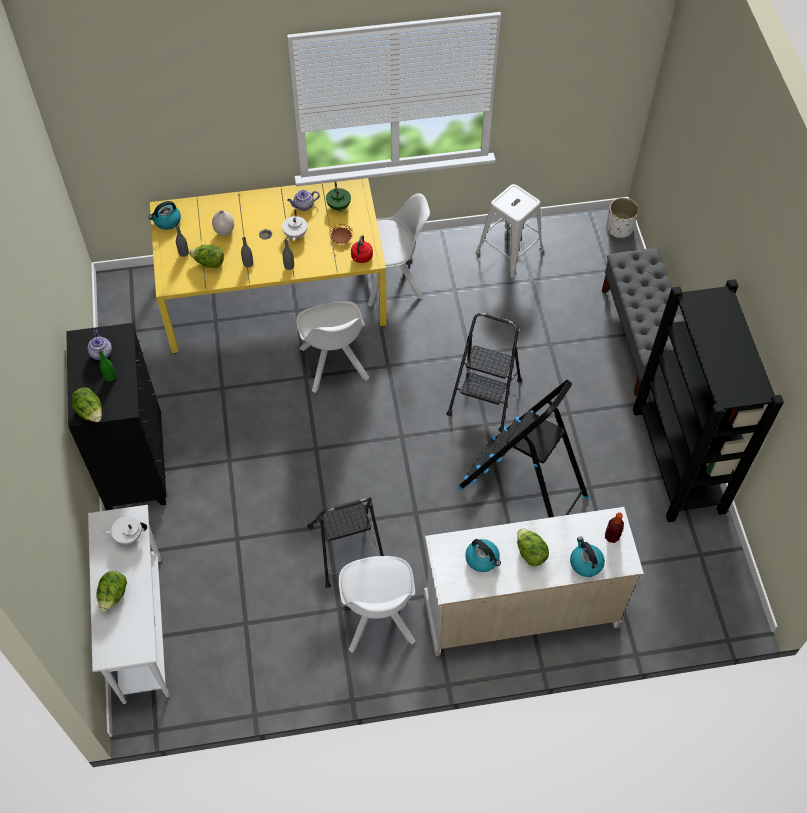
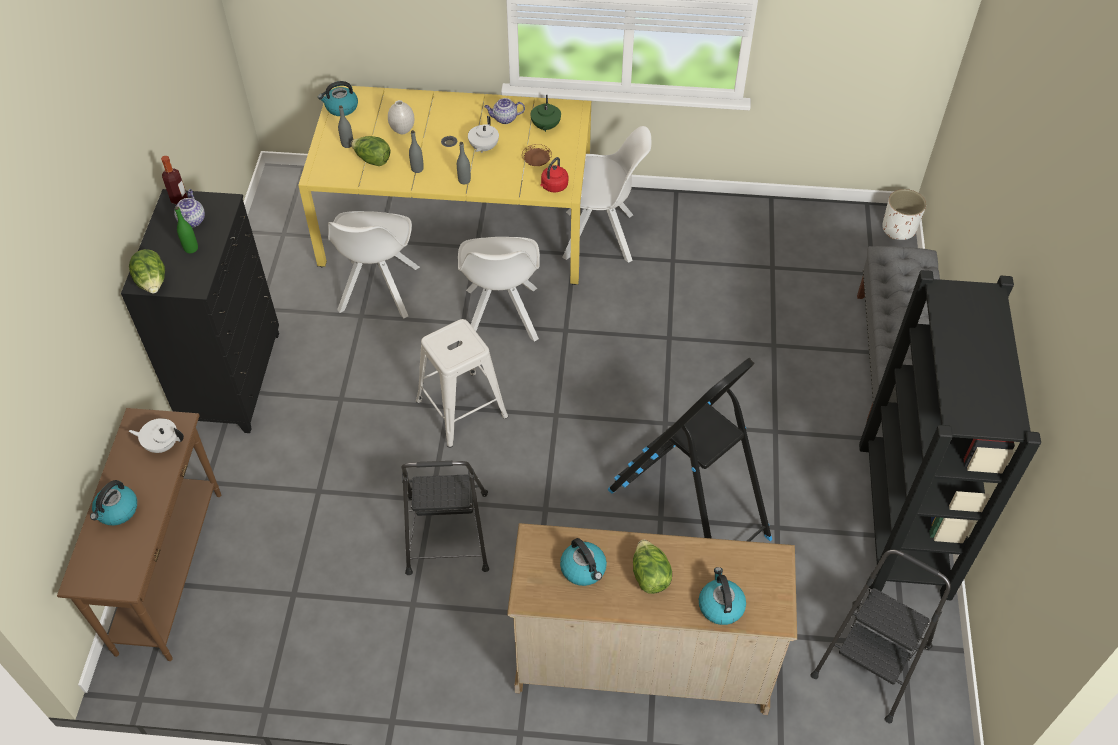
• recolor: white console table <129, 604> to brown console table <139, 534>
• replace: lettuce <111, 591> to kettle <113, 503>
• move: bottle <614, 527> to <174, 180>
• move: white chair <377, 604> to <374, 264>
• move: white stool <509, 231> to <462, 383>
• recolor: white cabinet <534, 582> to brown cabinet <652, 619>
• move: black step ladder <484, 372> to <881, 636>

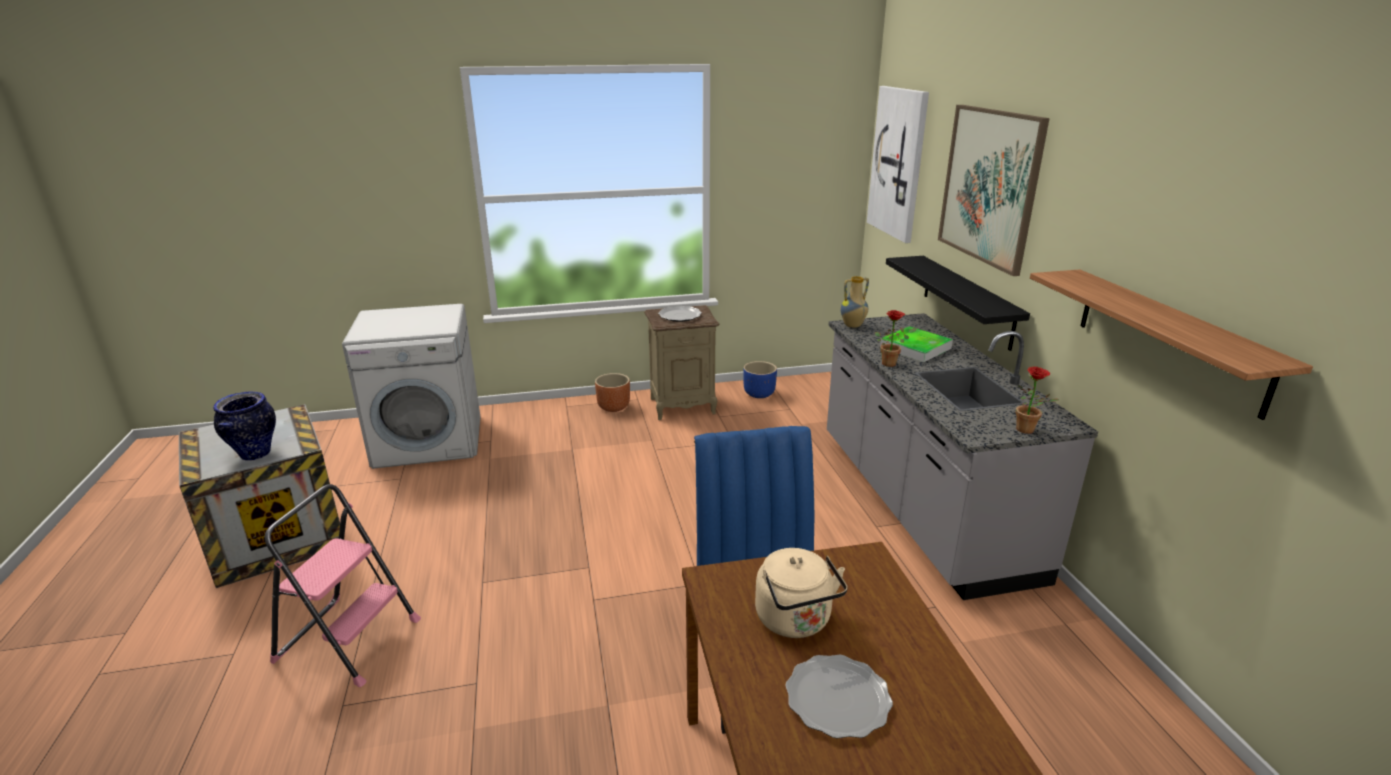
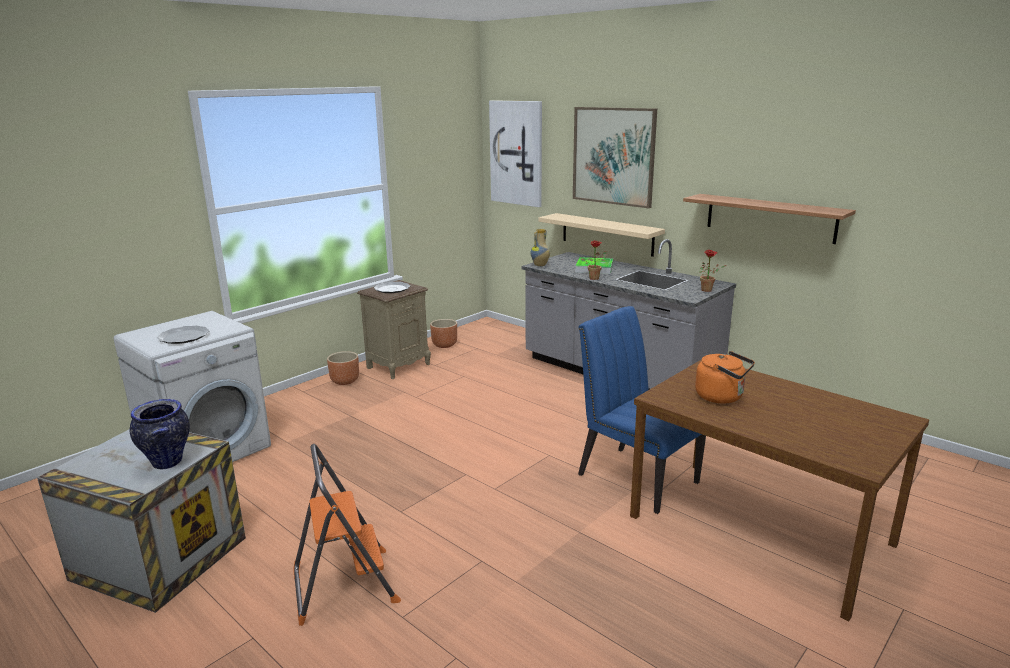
• move: plate <839, 696> to <183, 335>
• recolor: pink step ladder <343, 585> to orange step ladder <347, 535>
• recolor: blue planter <760, 379> to brown planter <443, 333>
• recolor: black shelf <958, 303> to beige shelf <601, 235>
• recolor: beige kettle <801, 593> to orange kettle <725, 377>

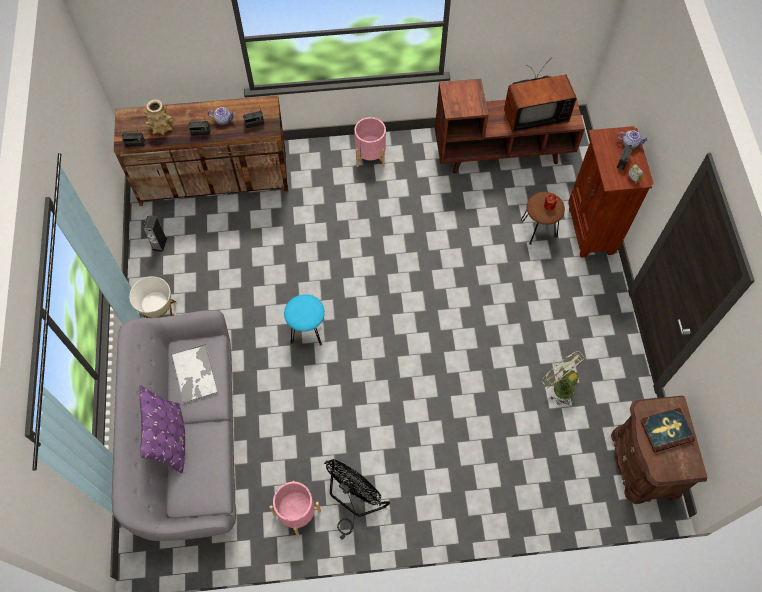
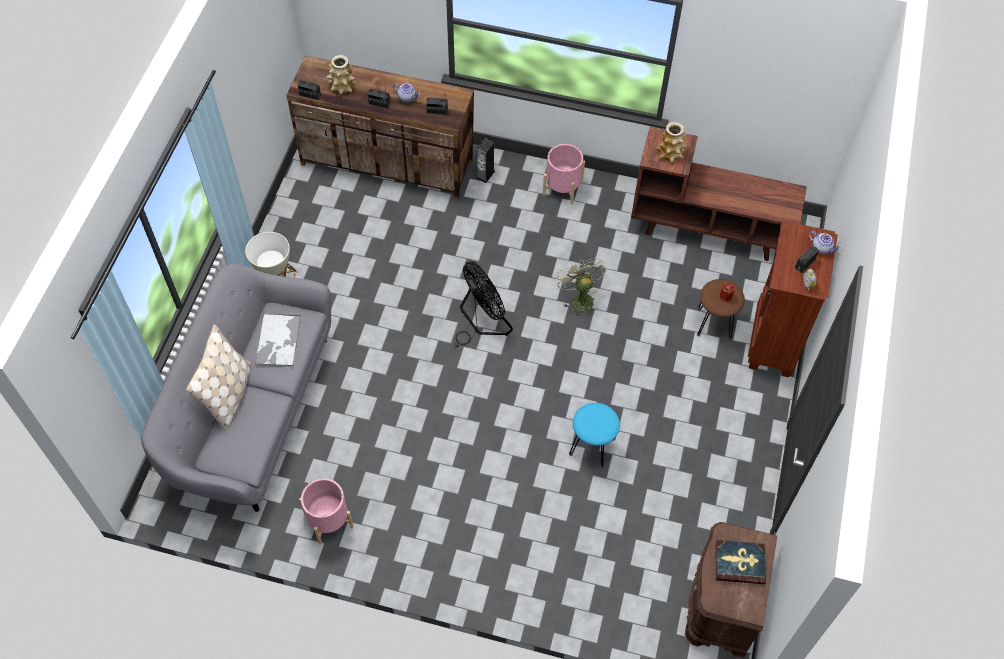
• recolor: purple pillow <162, 429> to beige pillow <218, 377>
• move: black fan <357, 499> to <483, 305>
• move: speaker <155, 233> to <485, 160>
• move: green fan <563, 378> to <581, 287>
• move: turquoise stool <304, 320> to <594, 435>
• insert: vase <671, 142>
• delete: television <540, 95>

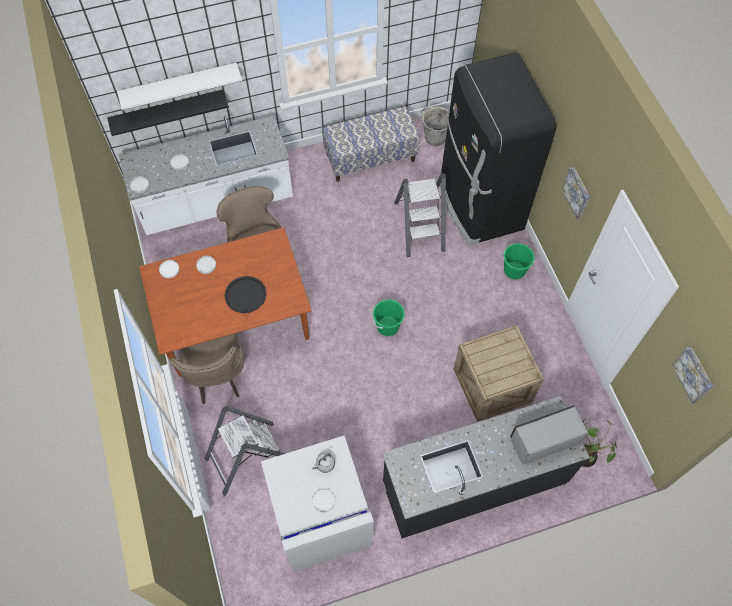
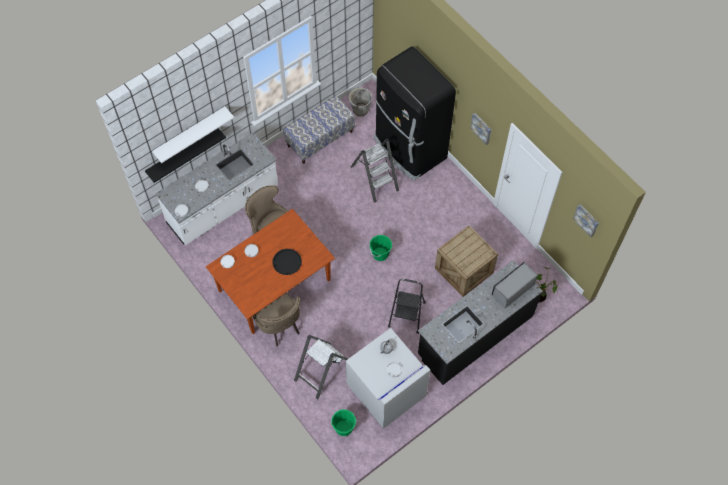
• move: green bucket <519, 261> to <343, 423>
• insert: black step ladder <407, 306>

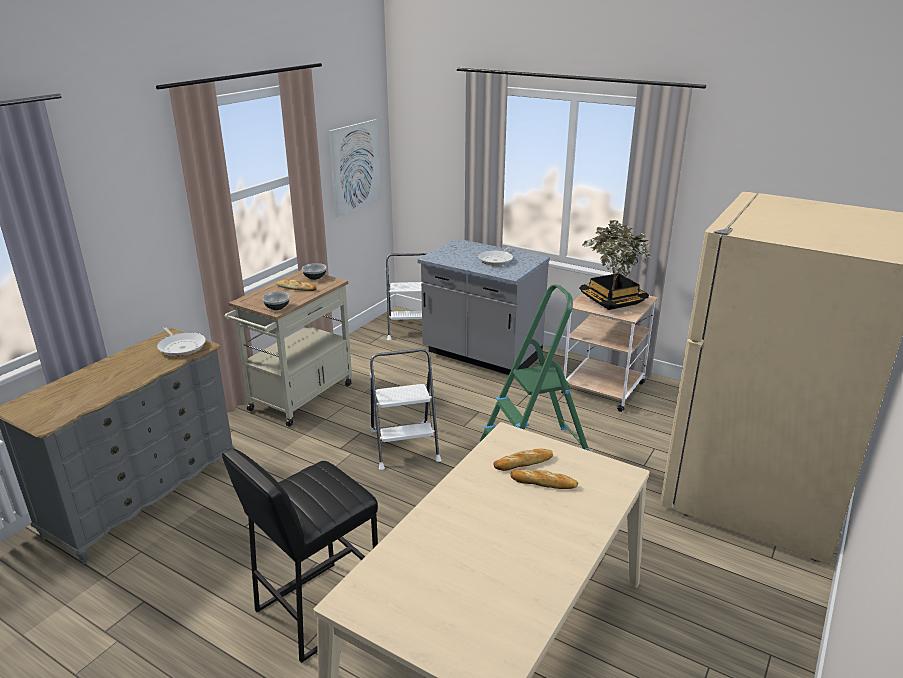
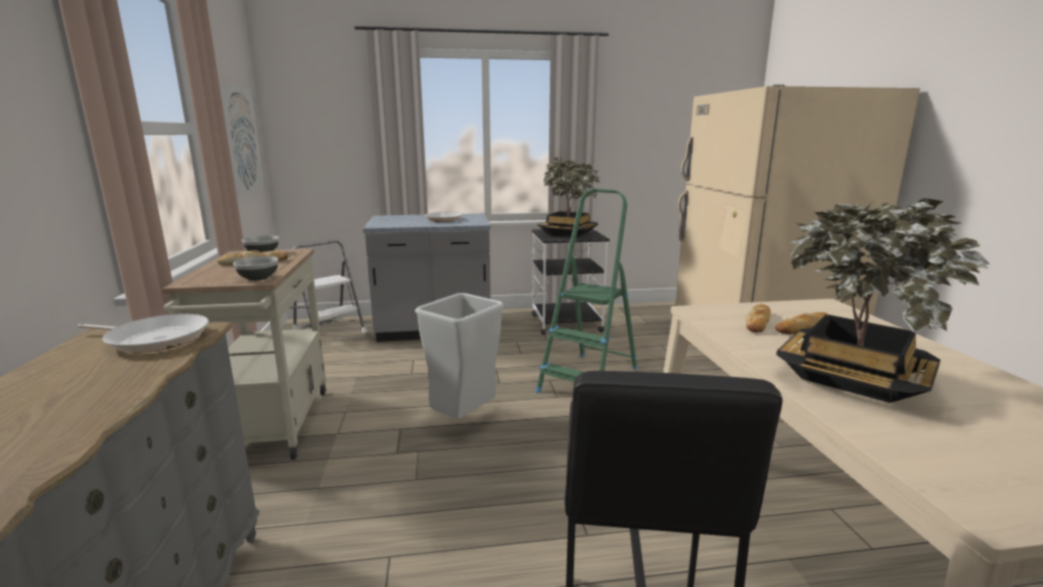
• replace: white step ladder <405, 409> to grey trash can <459, 355>
• recolor: beige cart <609, 352> to black cart <571, 282>
• insert: potted plant <883, 300>

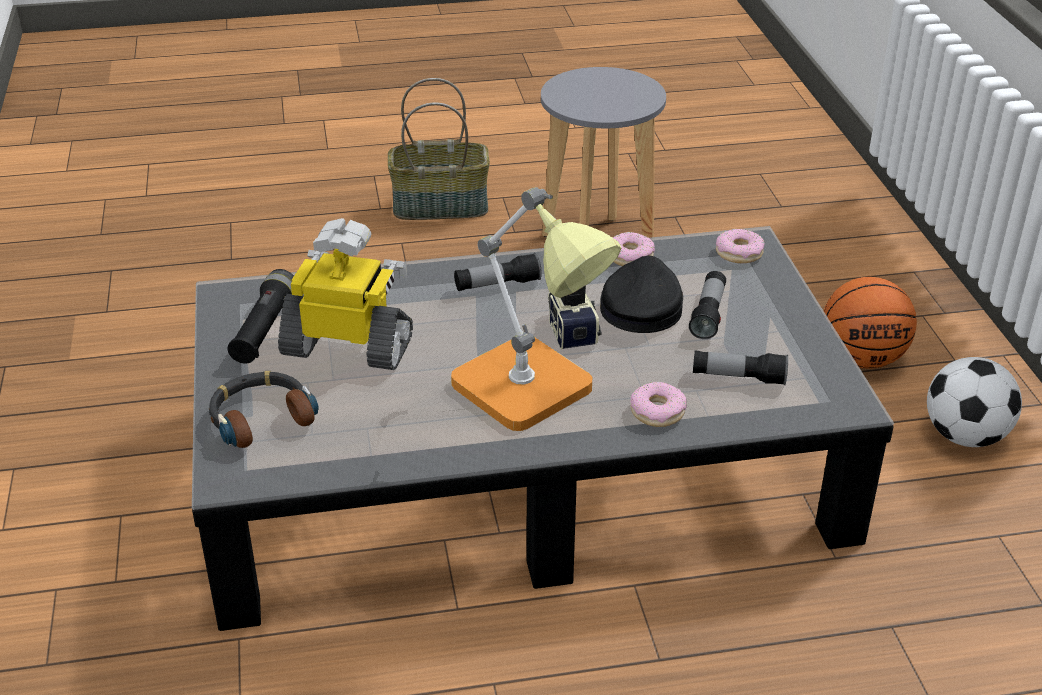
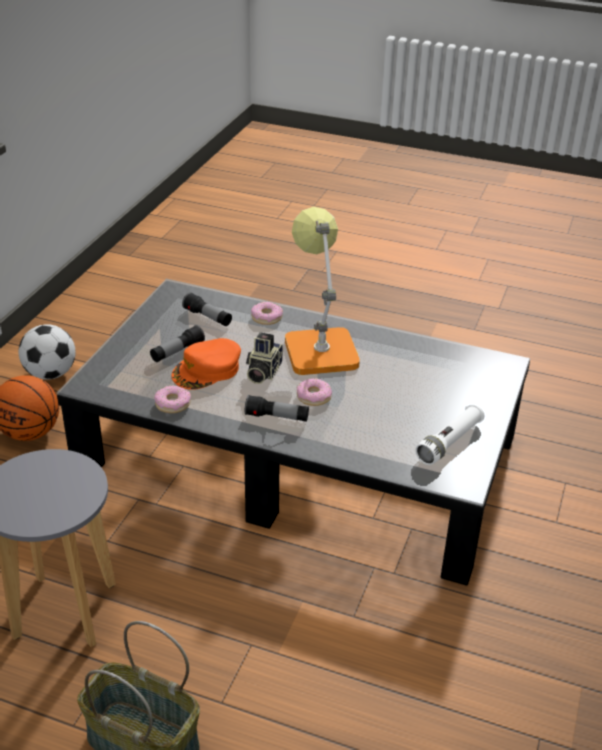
• recolor: black cap <641, 294> to orange cap <206, 364>
• move: donut <740, 246> to <314, 392>
• recolor: black flashlight <261, 316> to white flashlight <449, 434>
• delete: headphones <264, 409>
• delete: toy robot <345, 294>

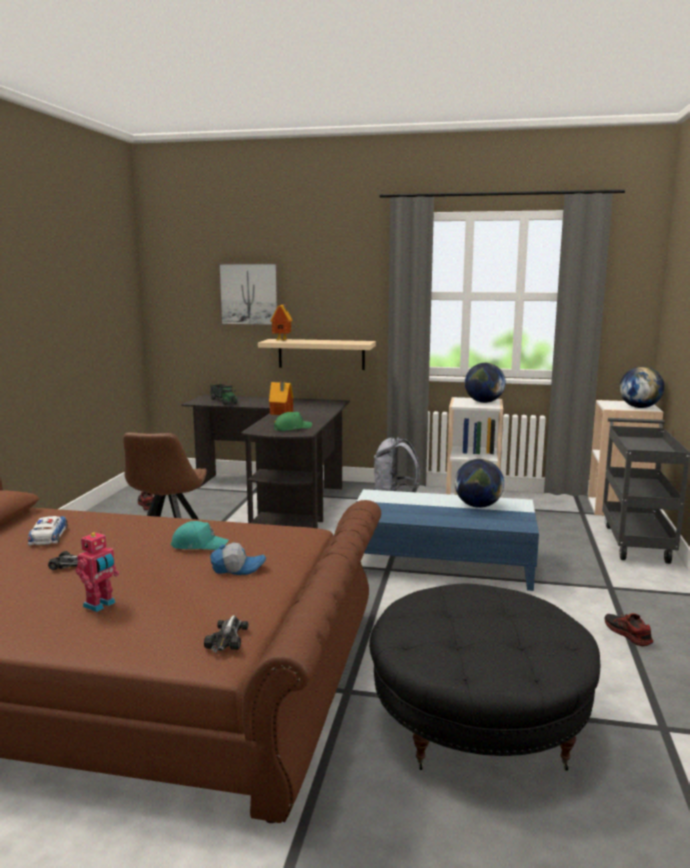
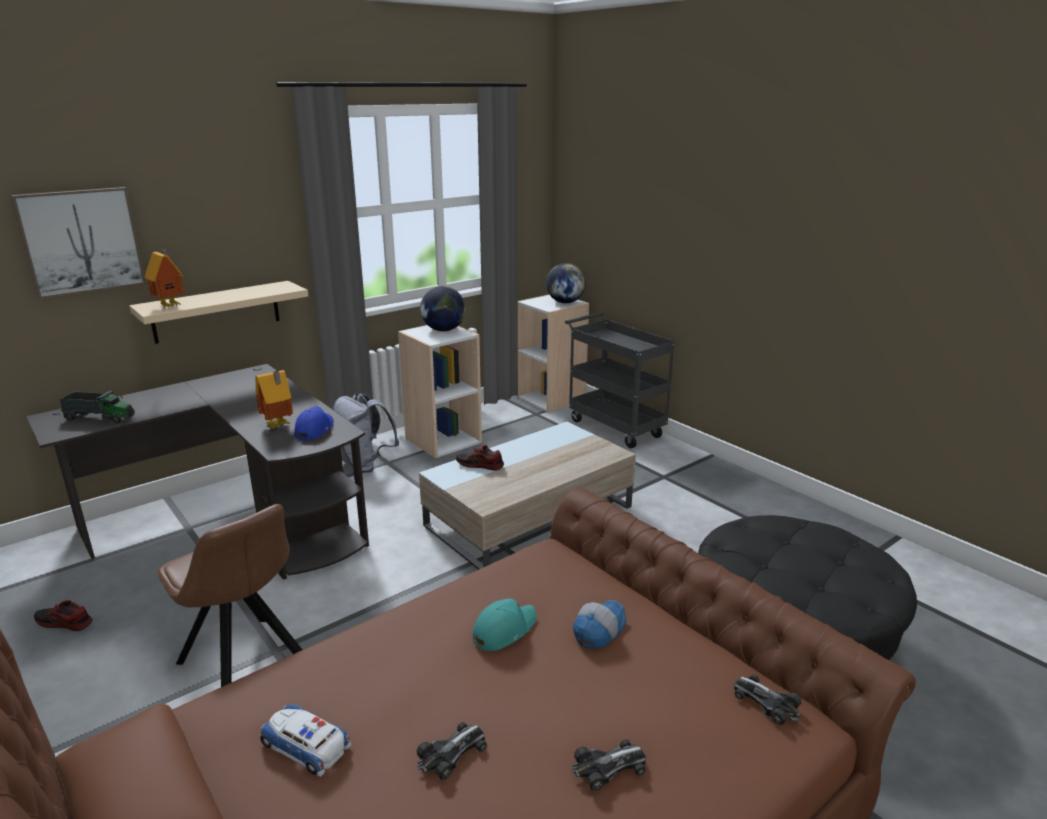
• recolor: green cap <293, 421> to blue cap <314, 423>
• recolor: blue coffee table <447, 540> to beige coffee table <527, 496>
• move: shoe <629, 629> to <480, 457>
• replace: toy robot <97, 571> to toy car <609, 764>
• delete: globe <479, 483>

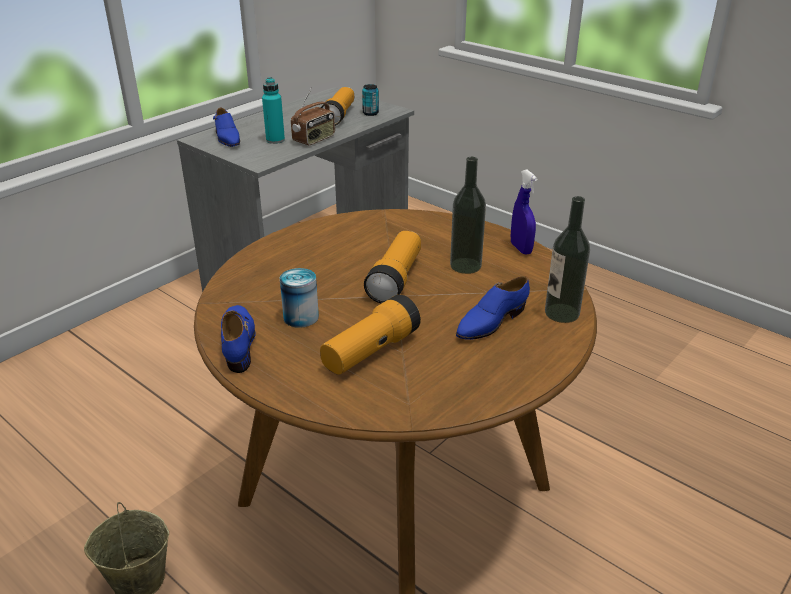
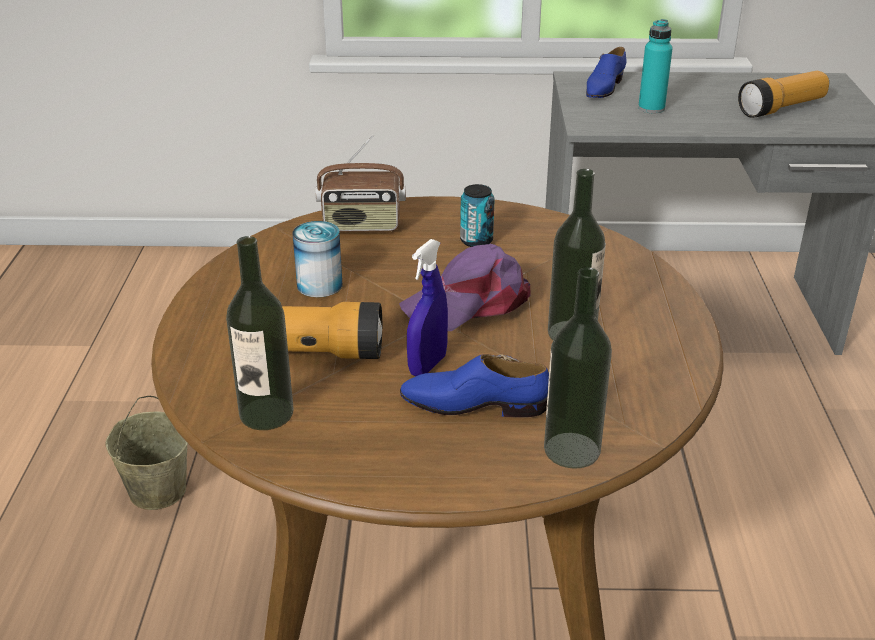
• insert: bottle <260, 333>
• move: radio <313, 116> to <360, 183>
• replace: flashlight <392, 267> to purple cap <464, 287>
• move: blue spray bottle <524, 212> to <427, 307>
• move: can <370, 100> to <477, 215>
• delete: blue shoe <238, 339>

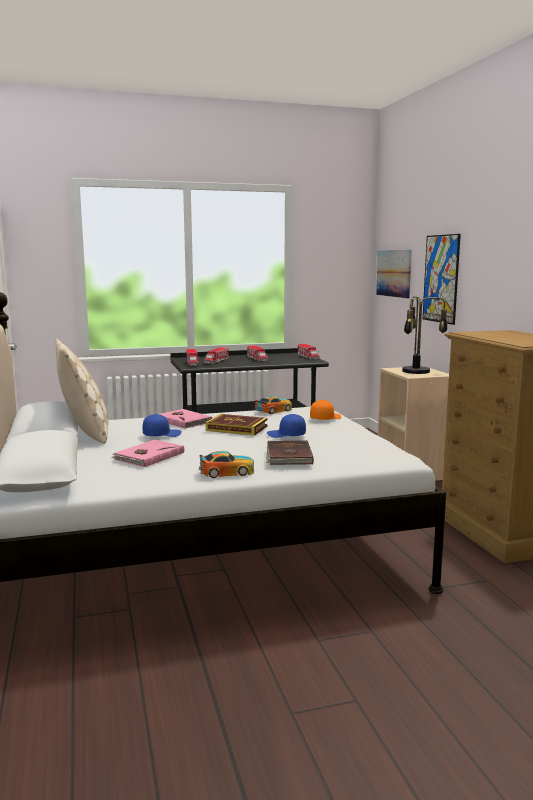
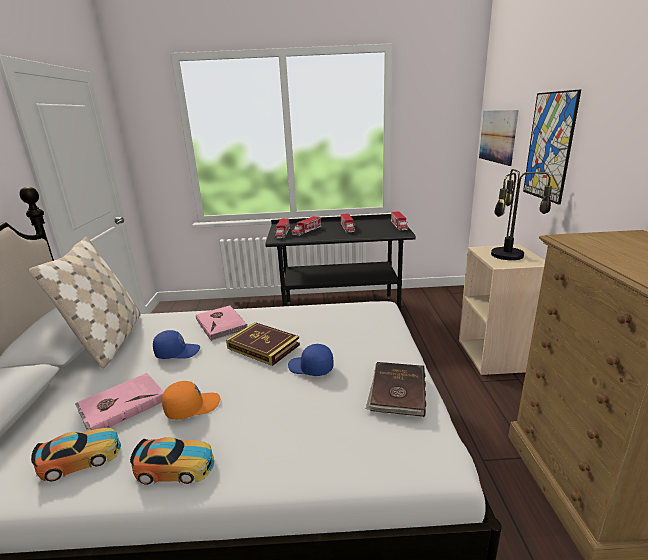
• move: toy car <273, 405> to <76, 455>
• move: orange cap <326, 410> to <191, 400>
• move: brown book <290, 452> to <396, 389>

